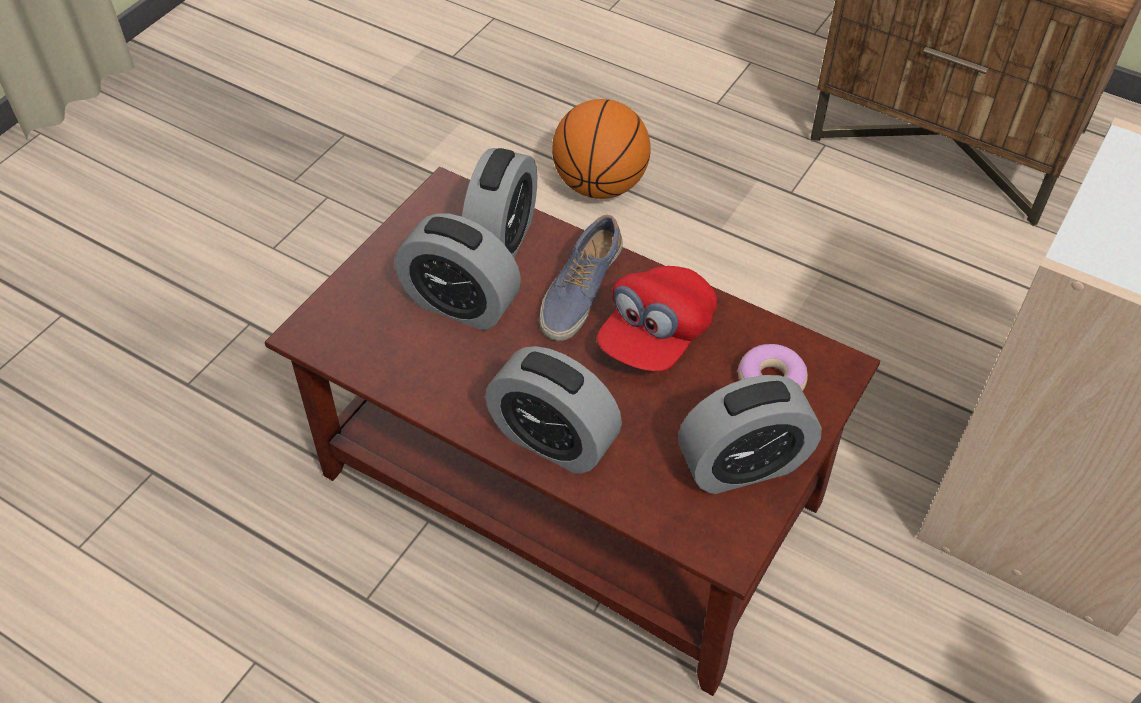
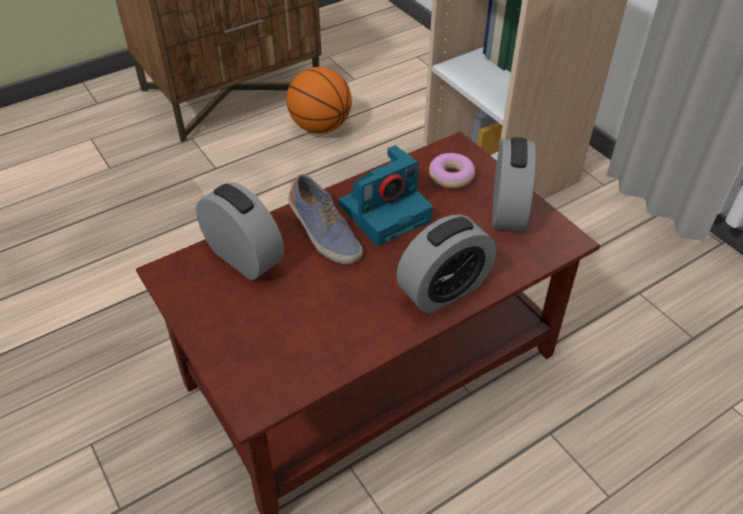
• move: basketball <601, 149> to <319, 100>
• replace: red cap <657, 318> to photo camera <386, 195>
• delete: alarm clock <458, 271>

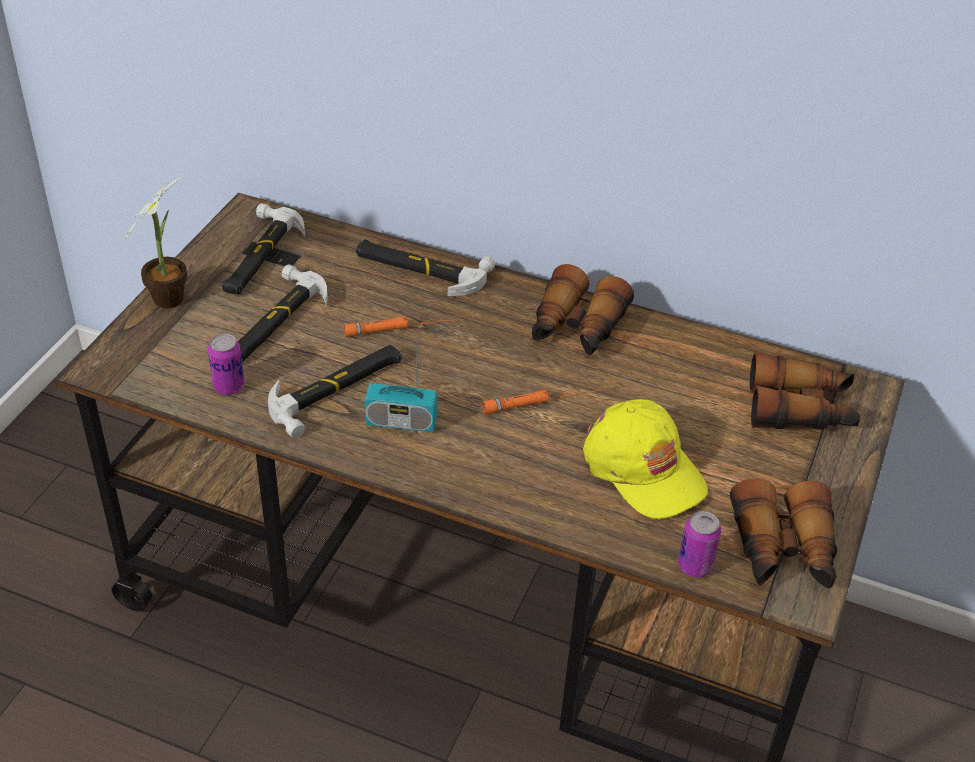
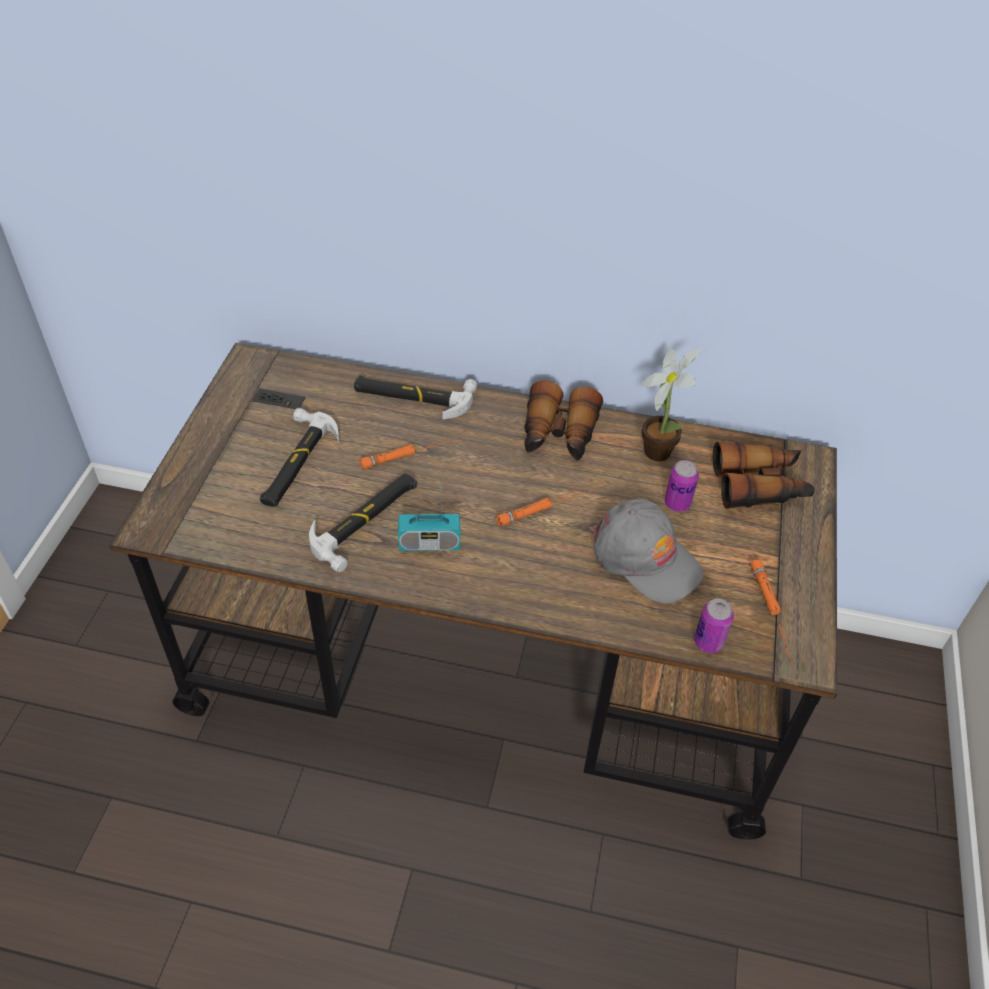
• recolor: yellow cap <645, 459> to grey cap <648, 551>
• move: potted plant <156, 242> to <671, 405>
• move: can <226, 364> to <682, 486>
• replace: binoculars <783, 533> to orange flashlight <778, 616>
• delete: hammer <263, 248>

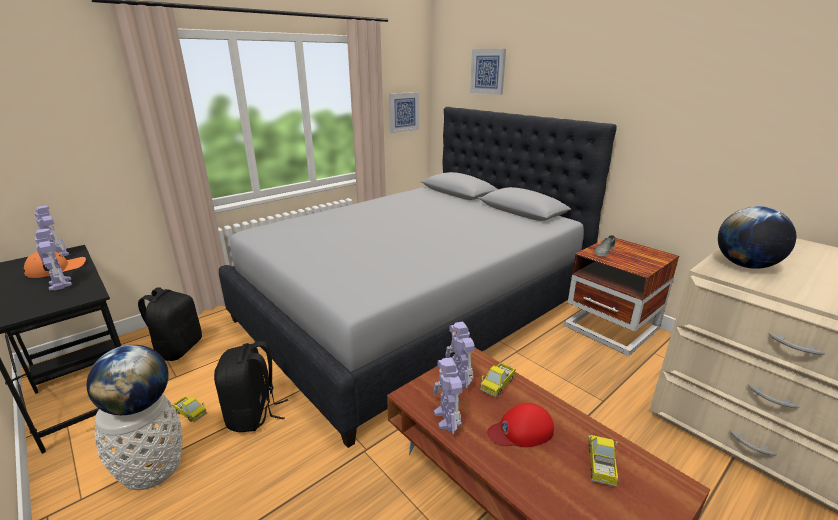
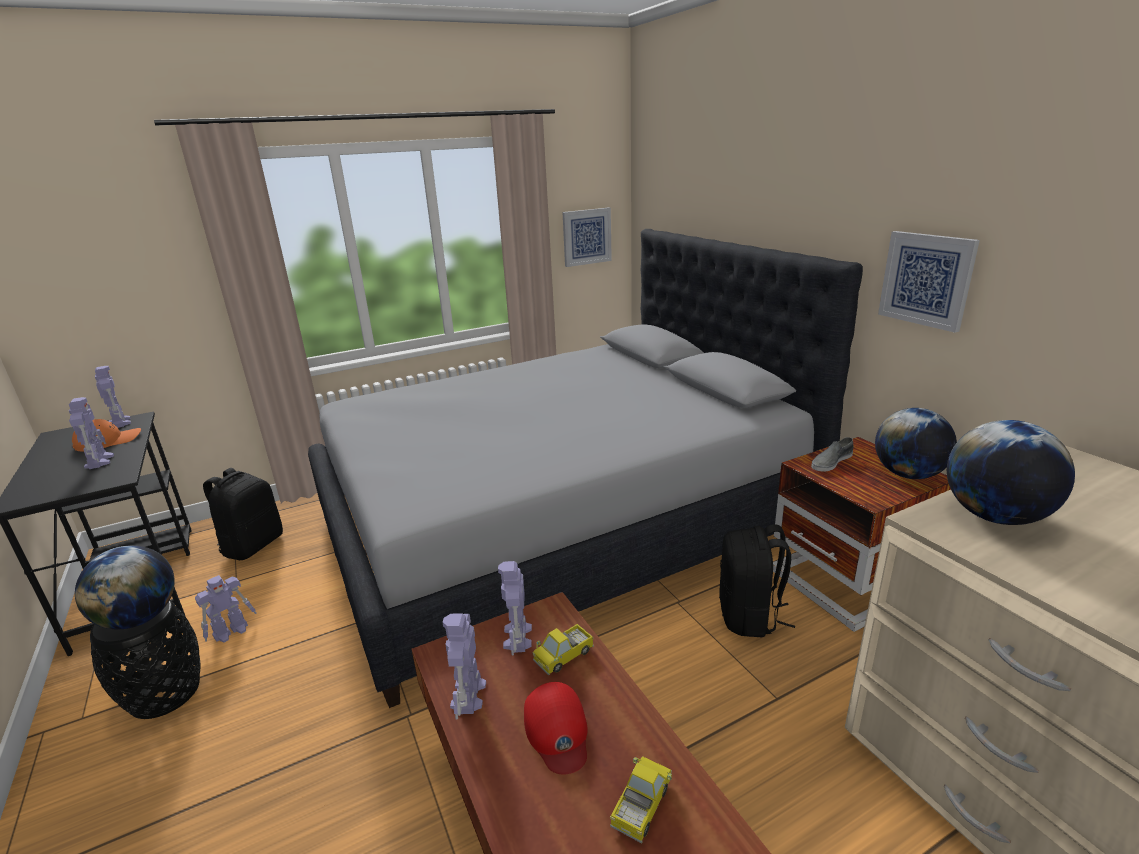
• recolor: white stool <138, 442> to black stool <145, 659>
• replace: toy truck <189, 409> to toy robot <226, 608>
• rotate: red cap <520, 425> = <556, 728> 105 degrees counterclockwise
• move: black backpack <251, 386> to <757, 580>
• insert: globe <916, 443>
• move: picture <488, 72> to <929, 282>

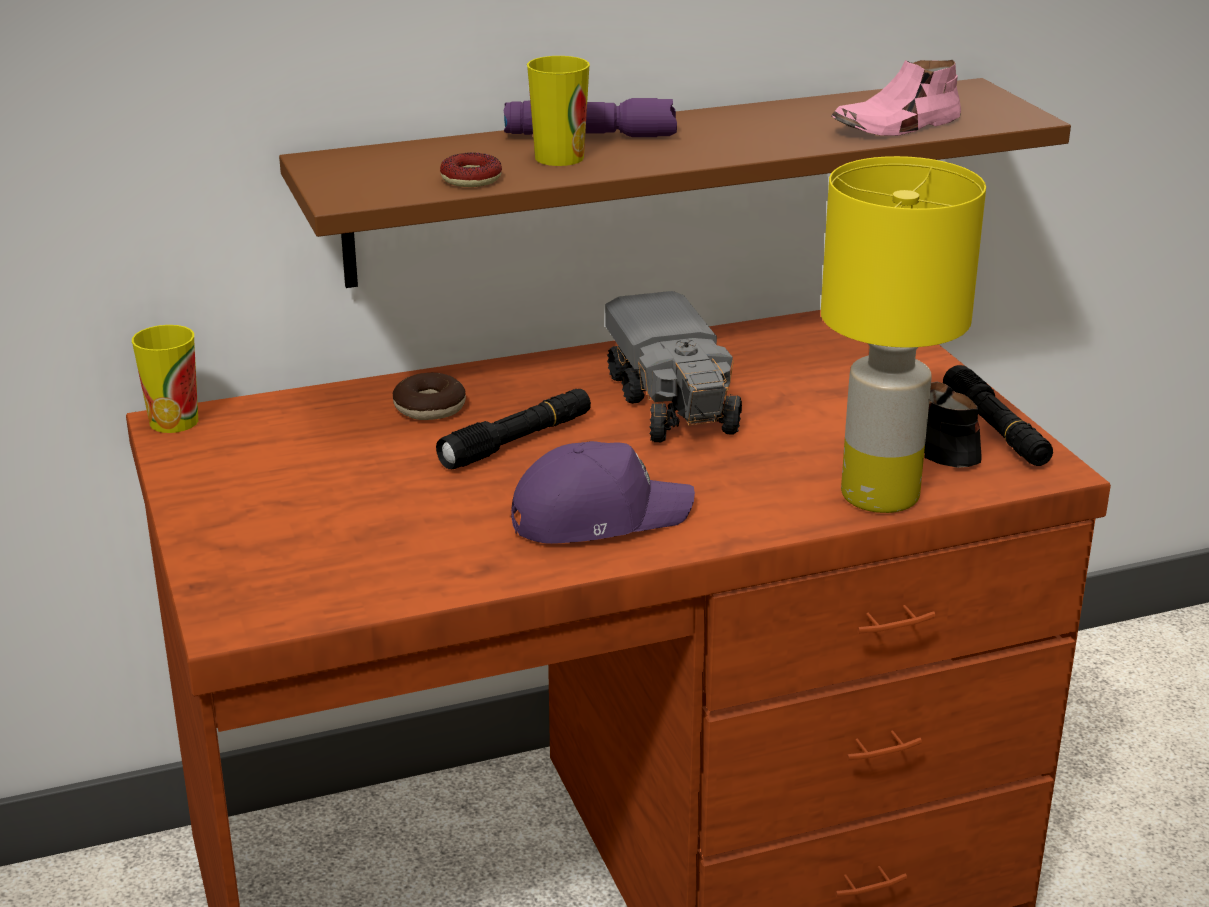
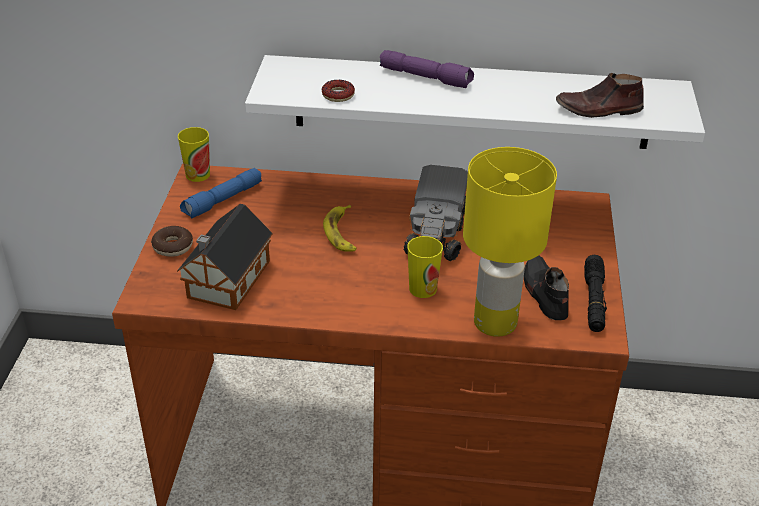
• move: donut <429, 396> to <172, 241>
• insert: toy house <225, 257>
• insert: blue flashlight <221, 193>
• recolor: brown shelf <675, 183> to white shelf <475, 102>
• replace: black flashlight <513, 429> to banana <340, 228>
• move: cup <558, 111> to <425, 267>
• recolor: pink shoe <896, 98> to brown shoe <600, 95>
• delete: purple cap <603, 492>

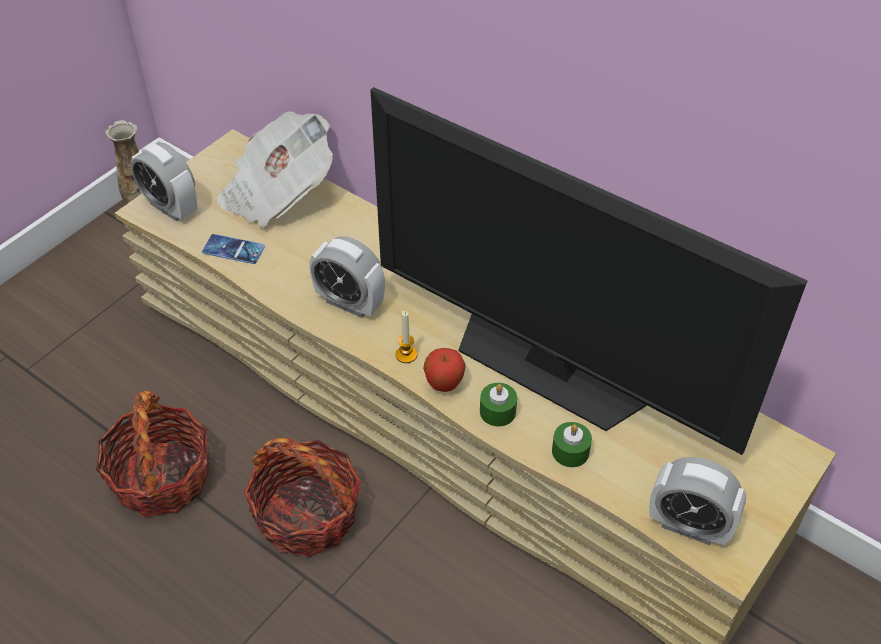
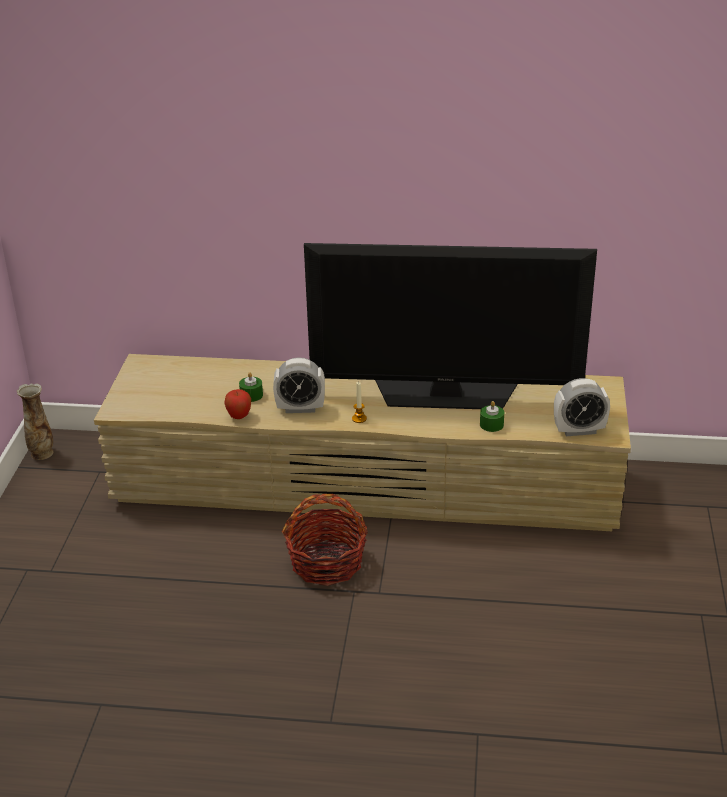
• move: apple <444, 370> to <237, 404>
• move: green candle <498, 405> to <251, 387>
• delete: basket <153, 454>
• delete: alarm clock <164, 182>
• delete: phone <233, 249>
• delete: newspaper <275, 169>

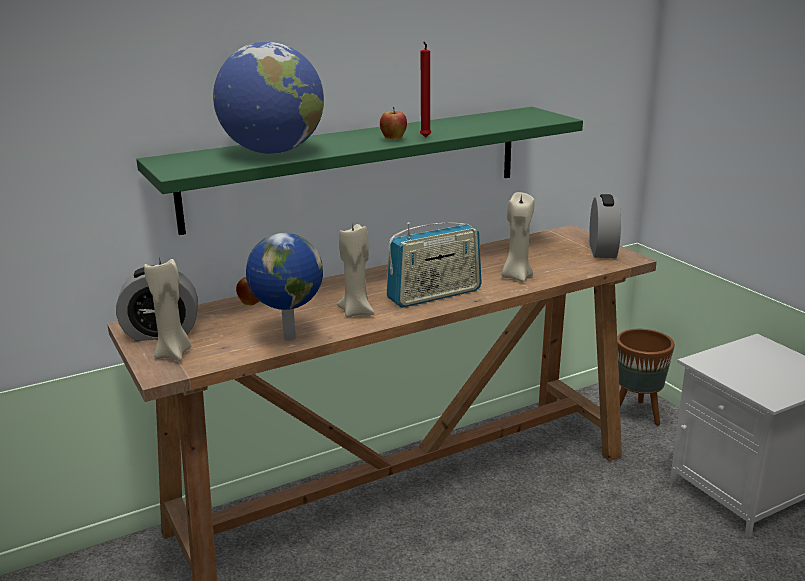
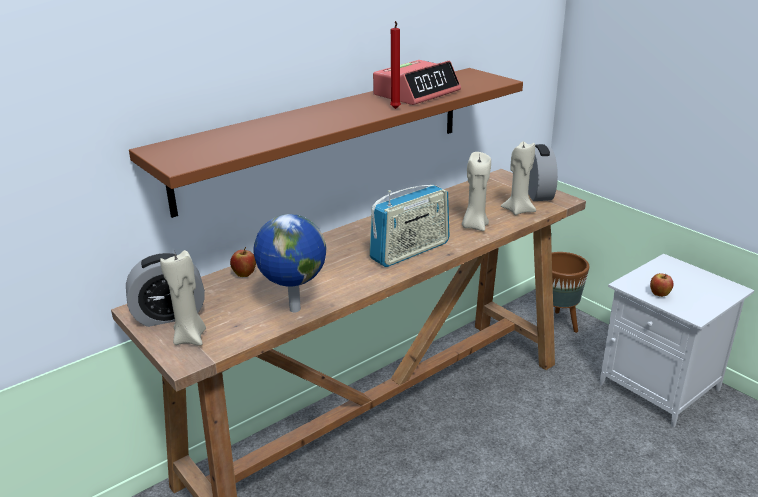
• recolor: green shelf <359, 171> to brown shelf <326, 143>
• insert: alarm clock <417, 82>
• move: beige candle <356, 271> to <518, 178>
• move: apple <393, 123> to <661, 285>
• delete: globe <268, 98>

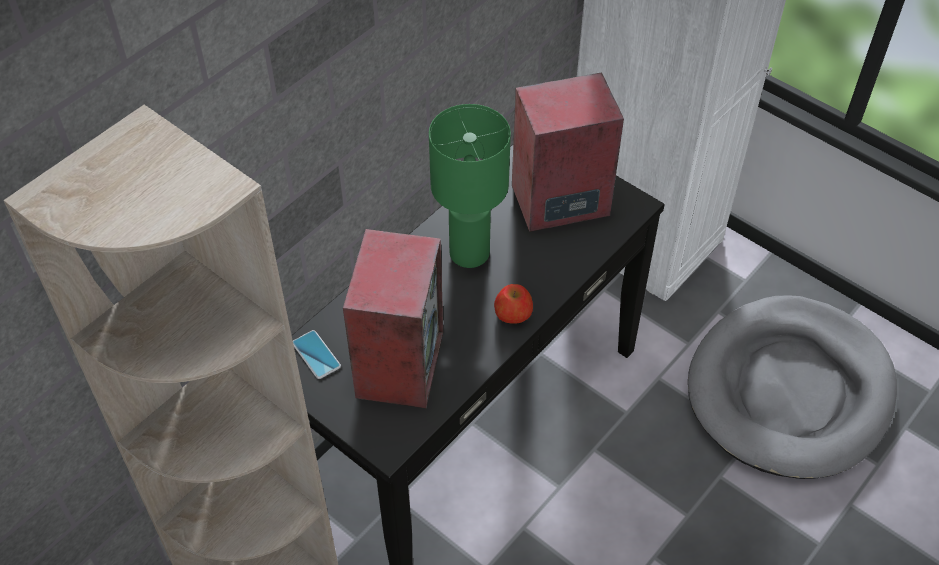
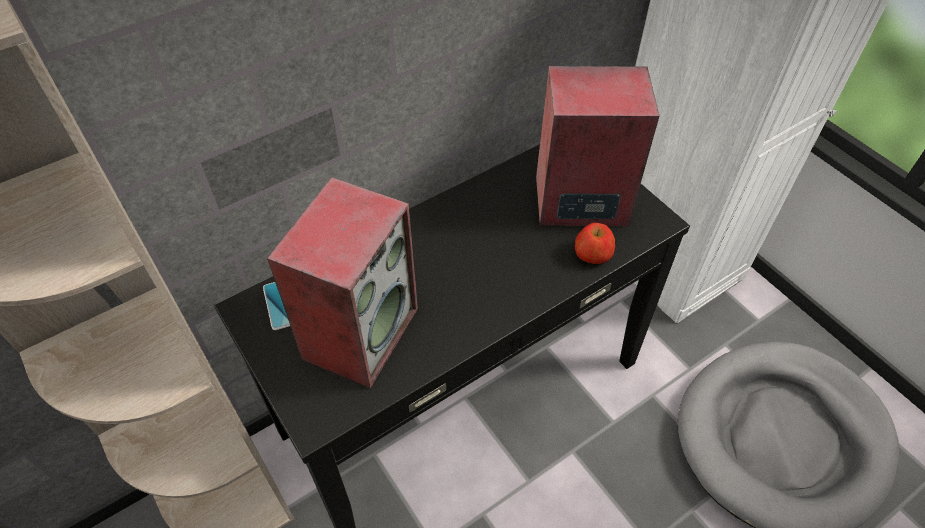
• move: apple <513, 304> to <595, 243>
• delete: green table lamp <470, 186>

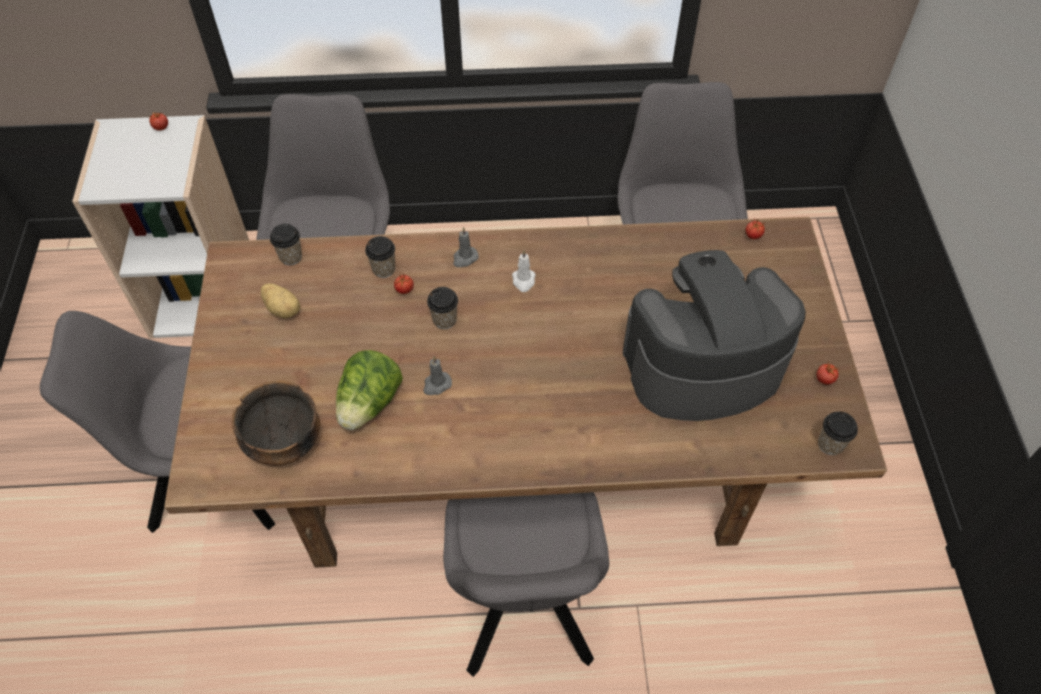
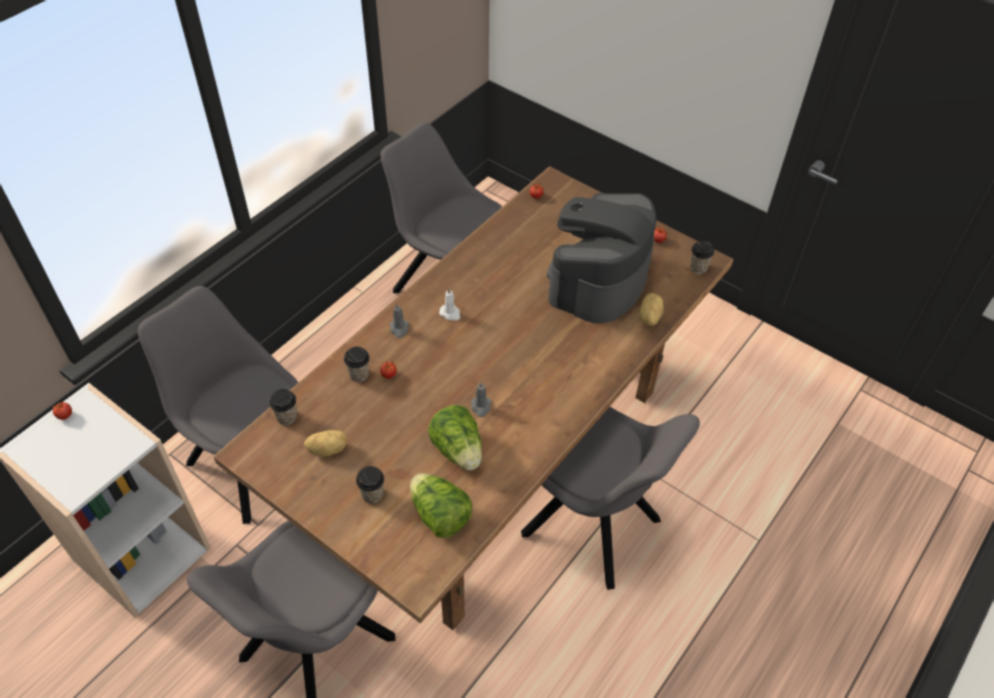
• move: cup <442, 308> to <370, 485>
• replace: bowl <276, 423> to lettuce <441, 505>
• insert: potato <651, 309>

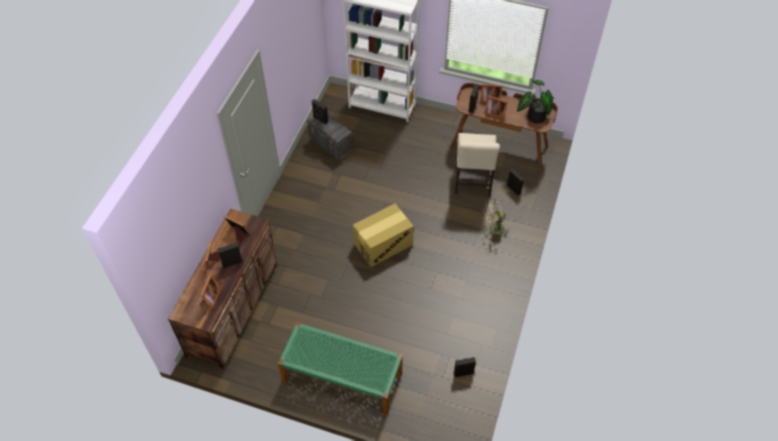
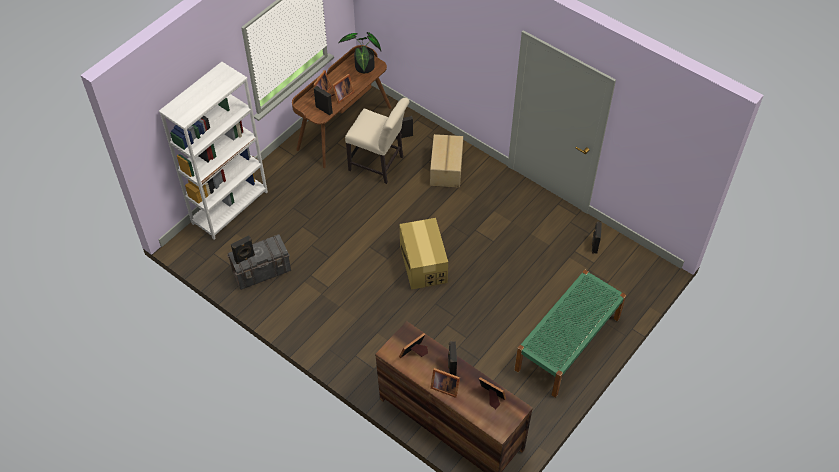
• replace: beige fan <496, 220> to cardboard box <446, 161>

